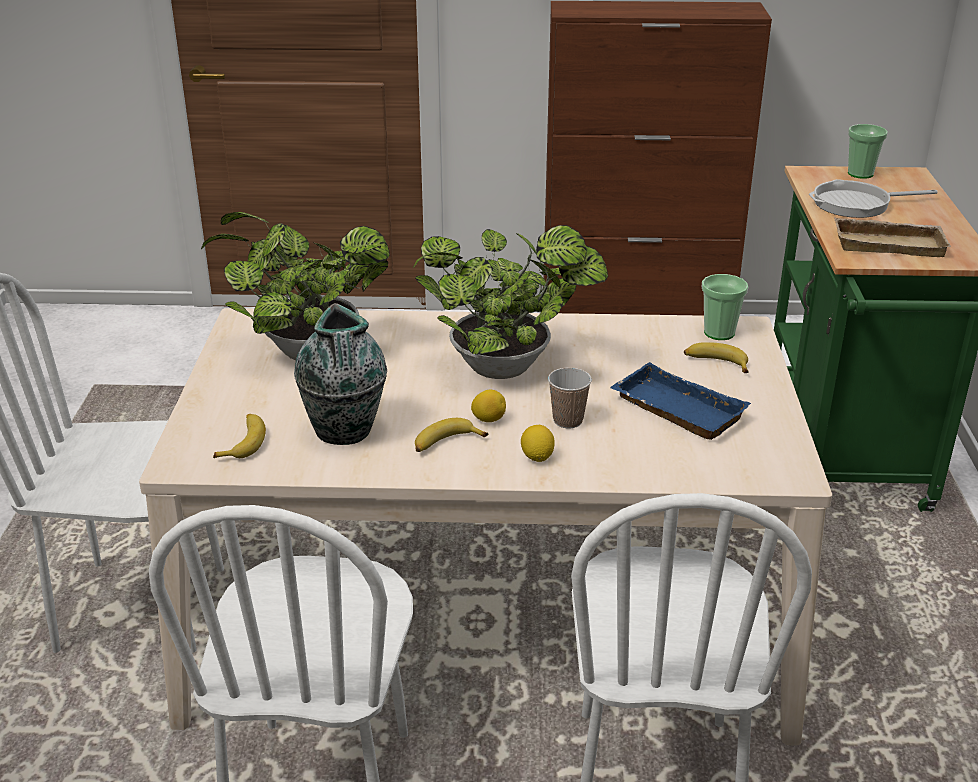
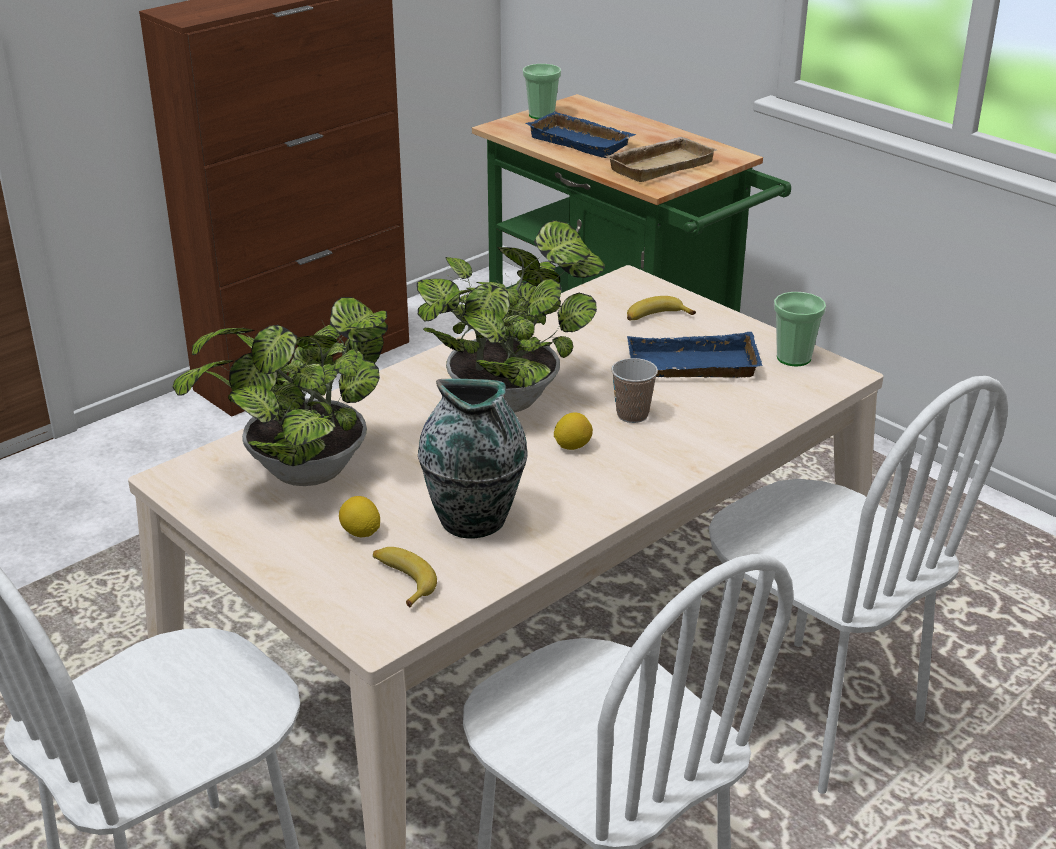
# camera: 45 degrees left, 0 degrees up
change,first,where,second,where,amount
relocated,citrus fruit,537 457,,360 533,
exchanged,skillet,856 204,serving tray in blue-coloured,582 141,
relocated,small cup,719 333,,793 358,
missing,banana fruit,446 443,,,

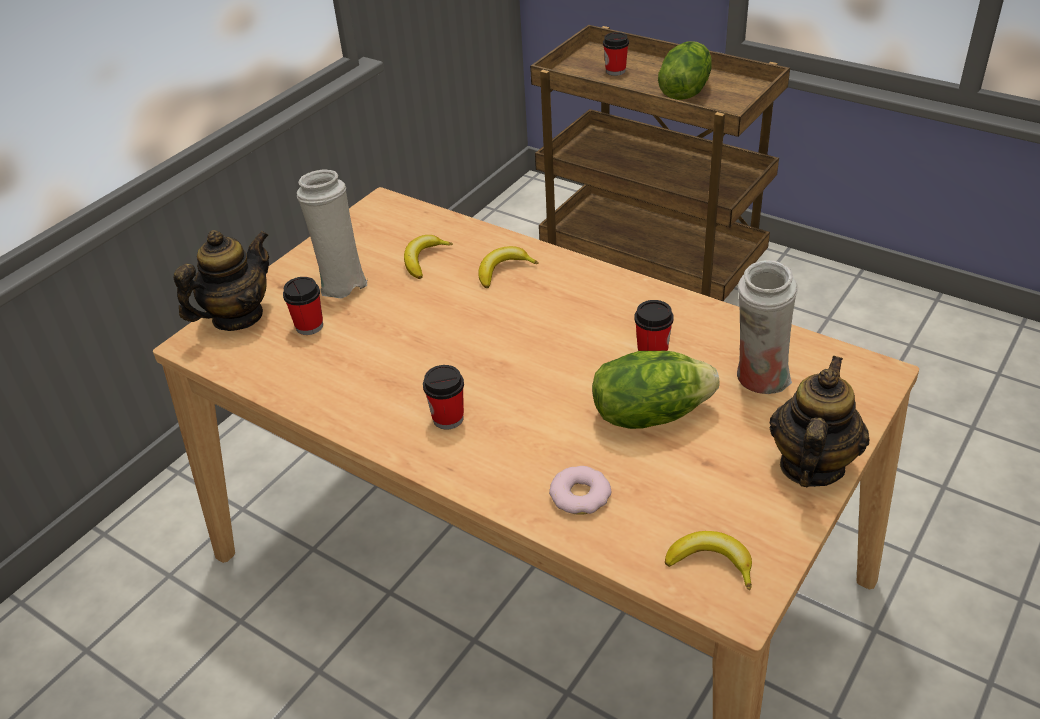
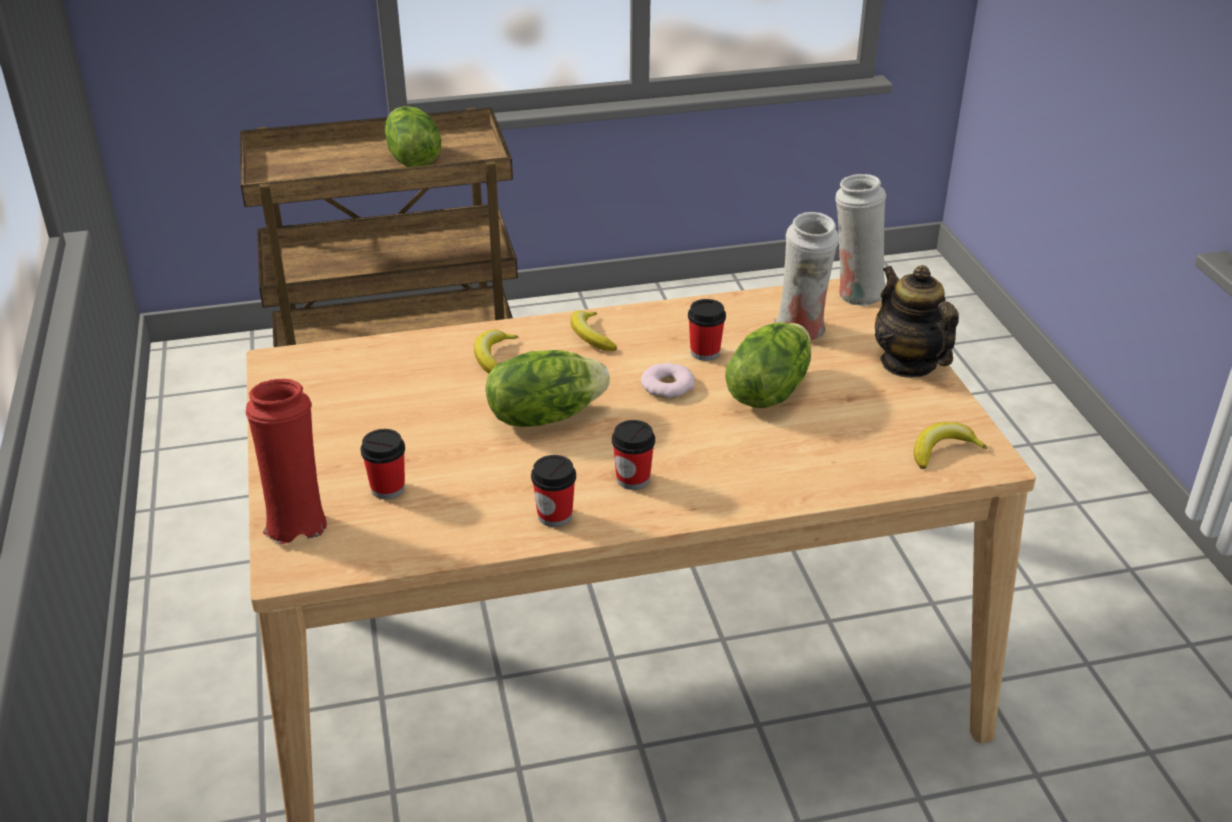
# camera: 50 degrees left, 5 degrees down
change,first,where,second,where,amount
exchanged,teapot,237 317,flower vase in red,296 522,
appeared,,,head of lettuce,544 415,
relocated,small cup,615 71,,555 516,
relocated,banana fruit,424 260,,591 336,
relocated,donut,580 495,,667 386,
relocated,flower vase in white-coloured,341 283,,855 293,

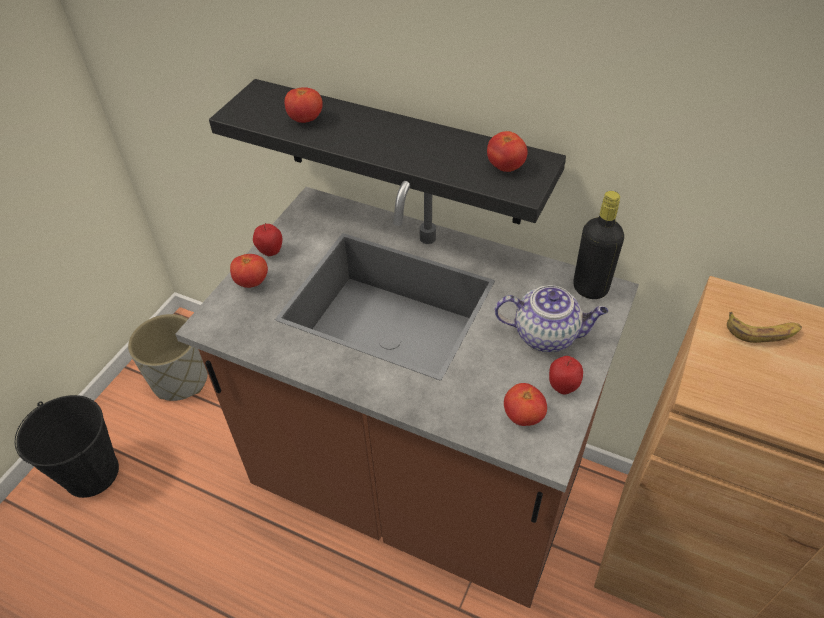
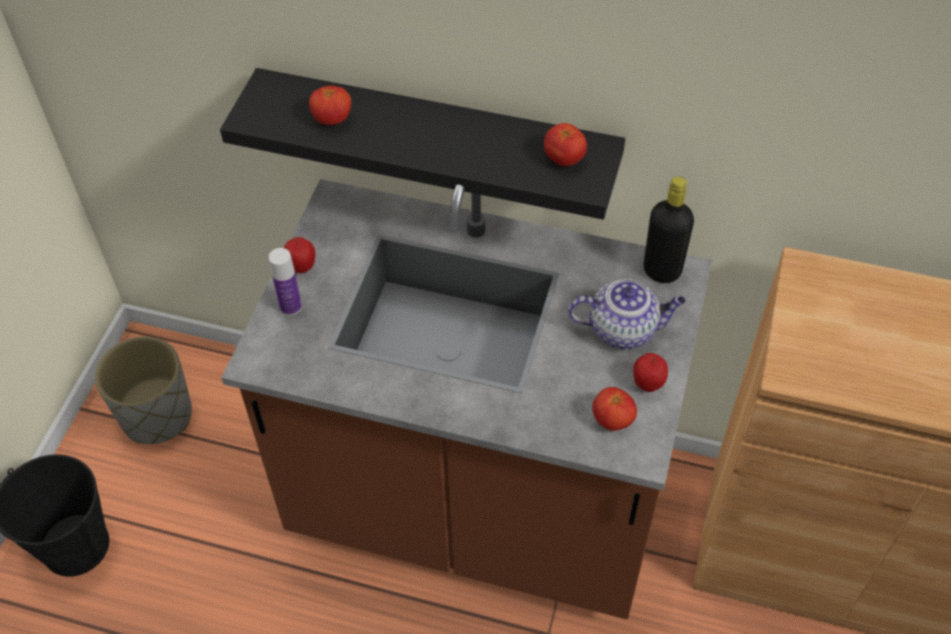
# camera: 10 degrees left, 5 degrees up
change,first,where,second,where,amount
exchanged,whole tomato,252 282,bottle,291 307,
missing,banana fruit,762 332,,,

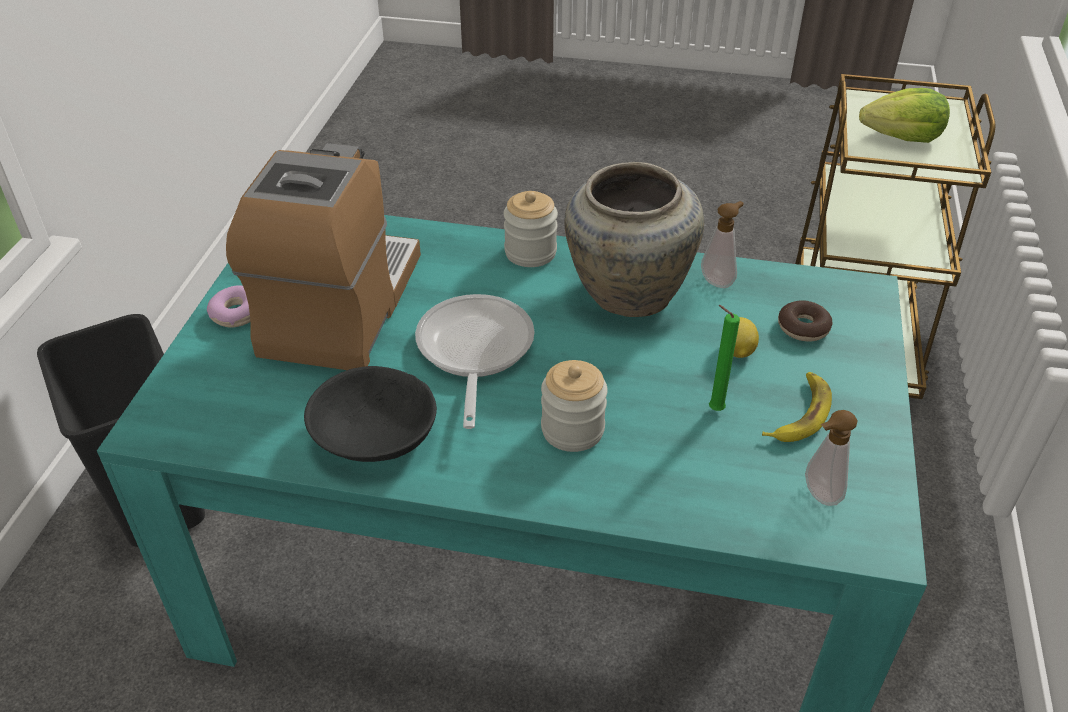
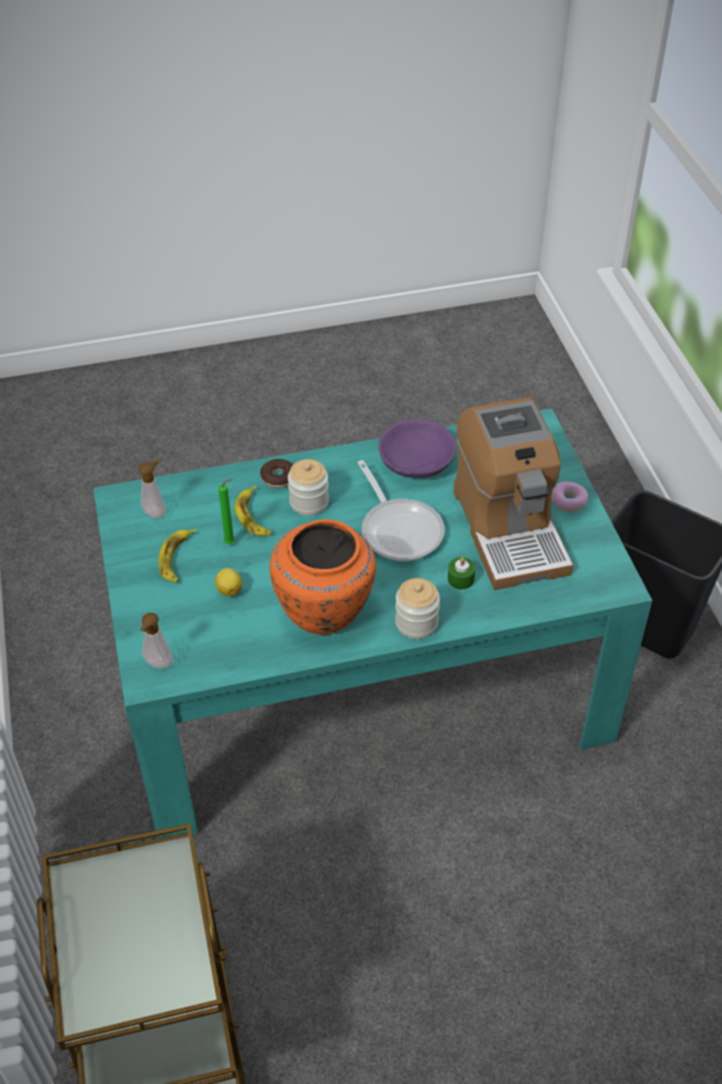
# camera: 155 degrees right, 5 degrees up
change,first,where,second,where,amount
relocated,liquid soap bottle,719 281,,157 665,
appeared,,,banana fruit,254 516,
relocated,donut,803 328,,278 478,
colour,flower vase in sand-coloured,626 293,flower vase in orange,326 611,
colour,serving bowl in black,374 435,serving bowl in purplish,417 462,
appeared,,,candle in green,460 579,
missing,head of lettuce,902 138,,,

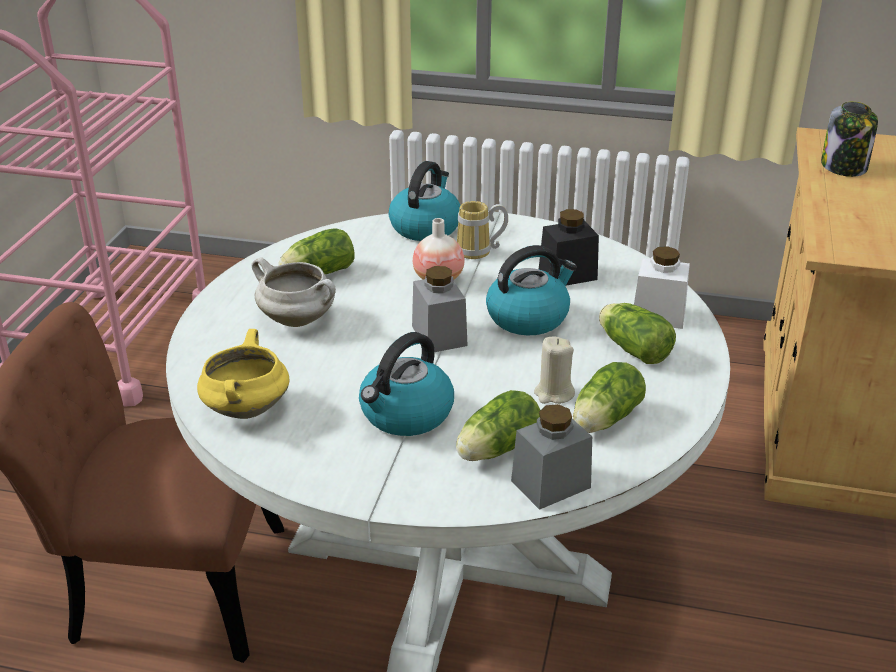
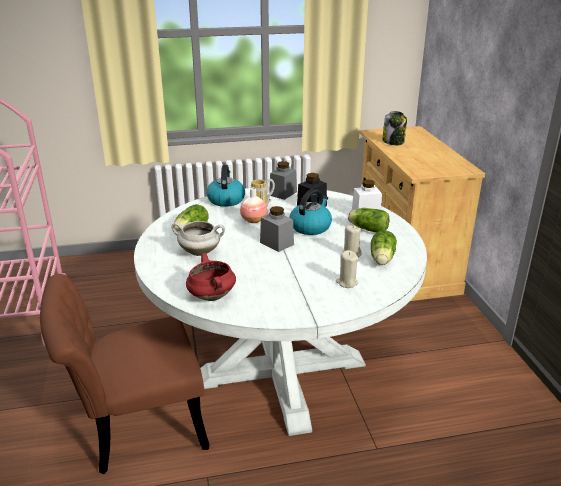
# camera: 25 degrees left, 5 degrees down
change,first,where,second,where,amount
colour,cooking pot in yellowish,246 408,cooking pot in red,211 296,
relocated,preserve jar in gray,550 484,,283 193,
exchanged,head of lettuce,495 449,candle in sand-coloured,347 282,
missing,tea kettle,406 414,,,

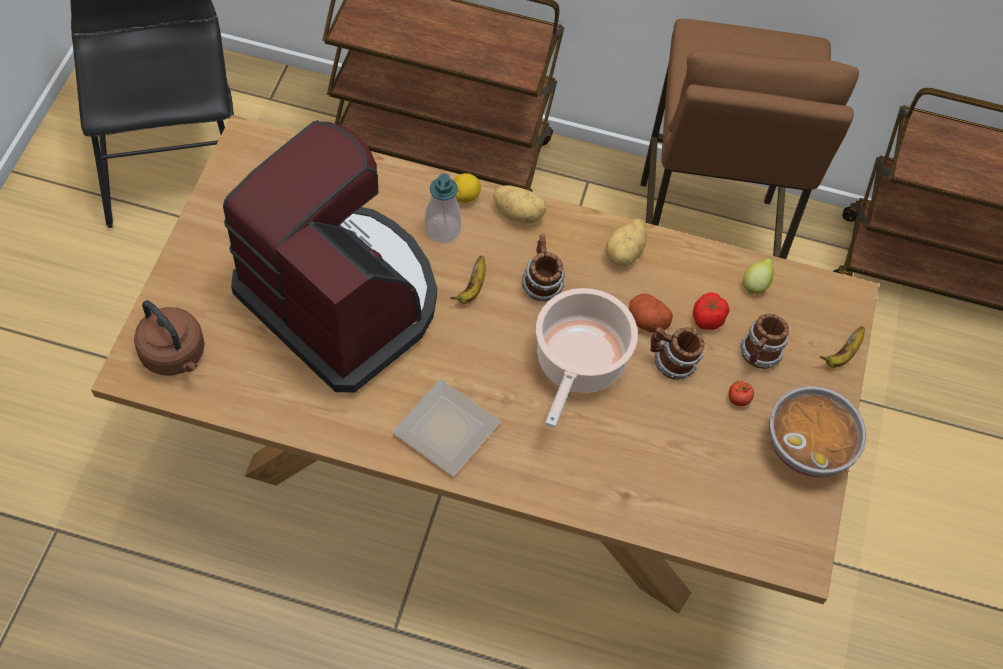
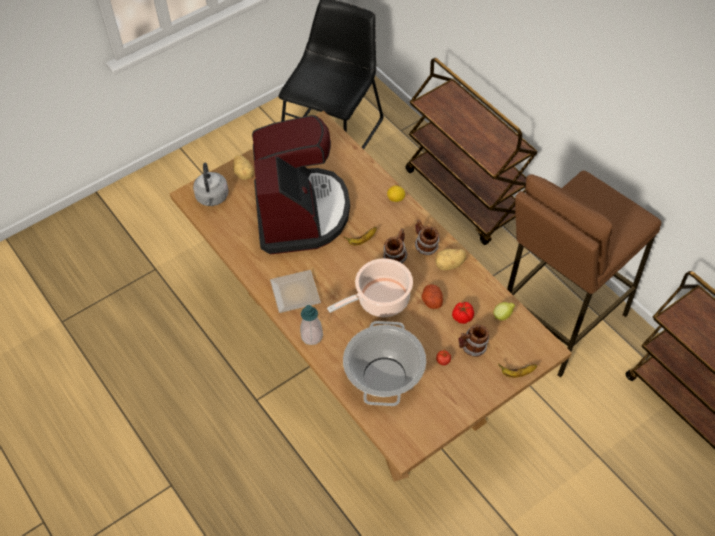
# camera: 45 degrees right, 5 degrees down
change,first,where,second,where,amount
colour,tea kettle in brownish,175 355,tea kettle in gray,212 198,
relocated,potato,519 213,,244 173,
relocated,liquid soap bottle,442 229,,312 336,
appeared,,,cooking pot,384 376,
relocated,coffee mug,671 364,,425 246,
missing,serving bowl,808 446,,,

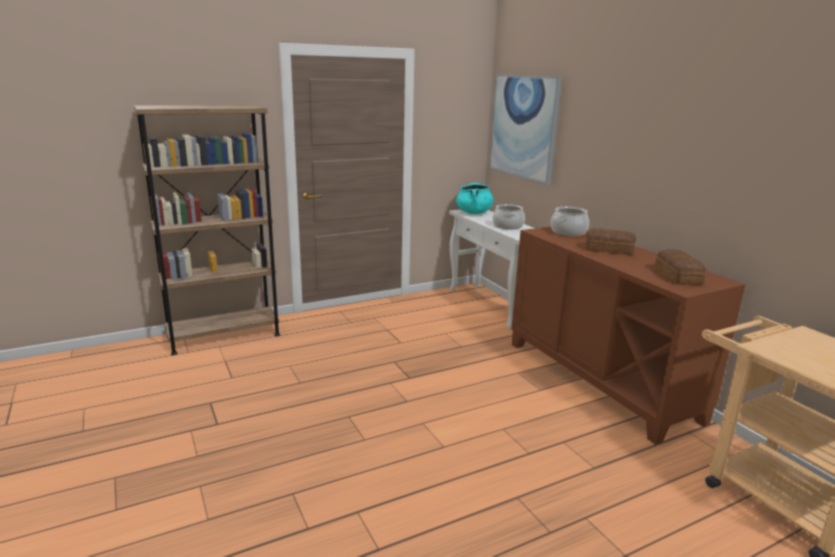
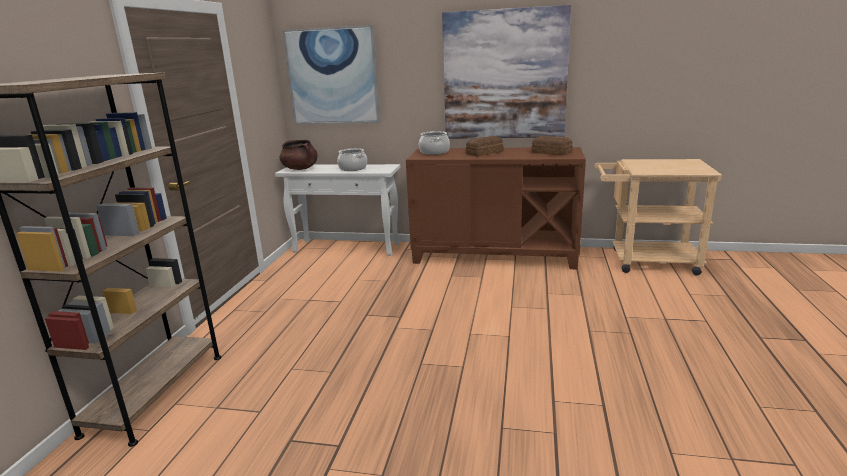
# camera: 50 degrees left, 0 degrees up
change,first,where,second,where,amount
colour,cooking pot in blue-green,474 213,cooking pot in brownish,300 169,
appeared,,,wall art,504 75,

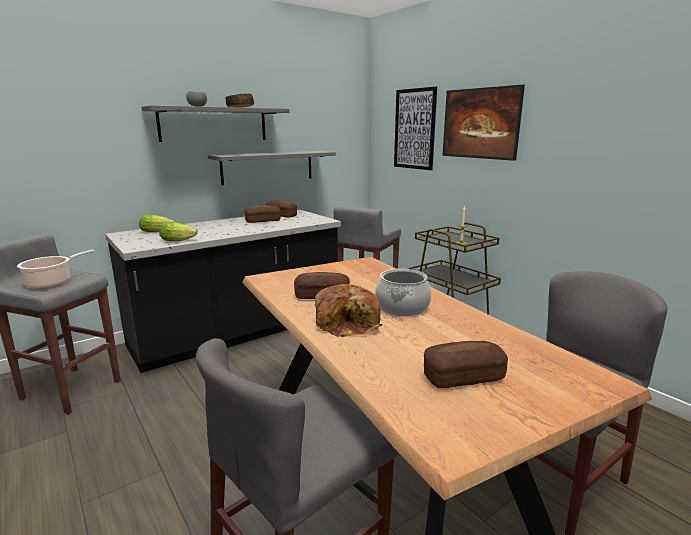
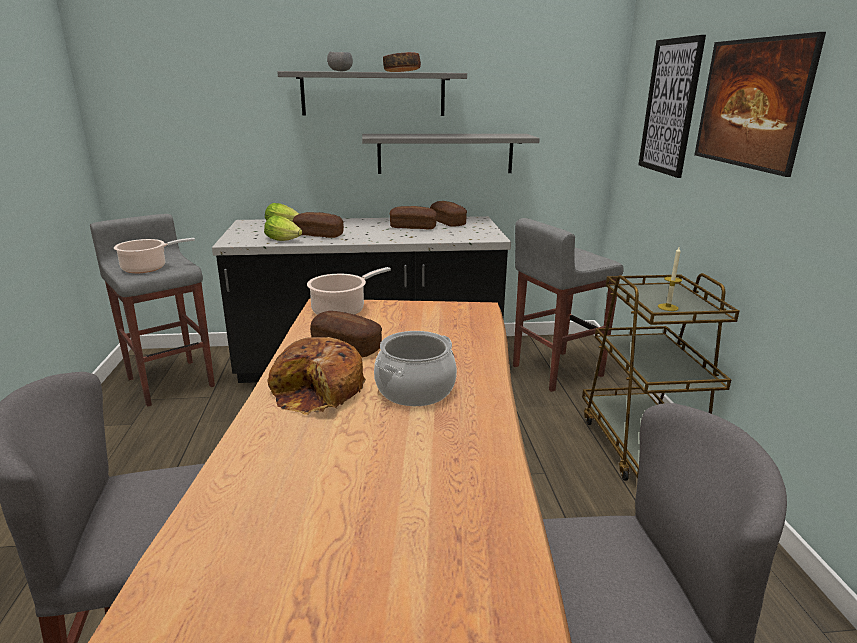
# camera: 30 degrees right, 5 degrees up
change,first,where,second,where,amount
relocated,baked bread,463 377,,318 235,
appeared,,,cooking pot,341 310,

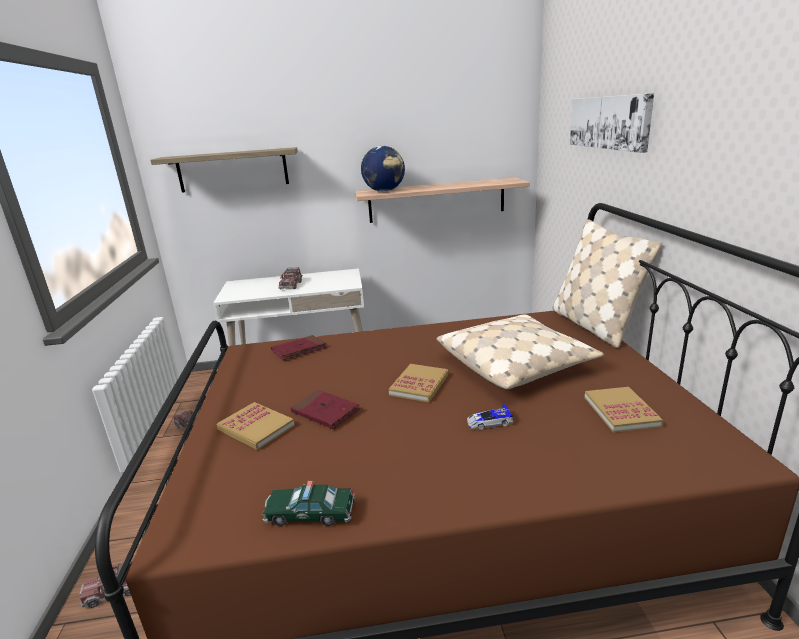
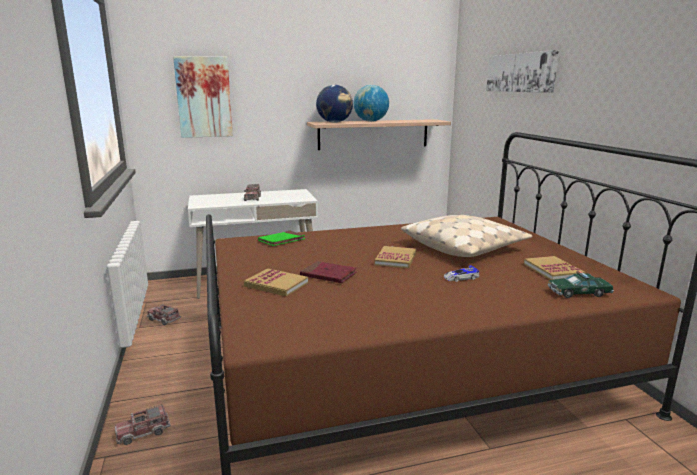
# camera: 10 degrees left, 5 degrees down
change,first,where,second,where,amount
exchanged,wall shelf,232 170,wall art,204 97,
colour,book in red,299 350,book in green,282 240,
appeared,,,globe,370 121,
relocated,model car,310 514,,579 293,
missing,throw pillow in sand-coloured,593 325,,,

